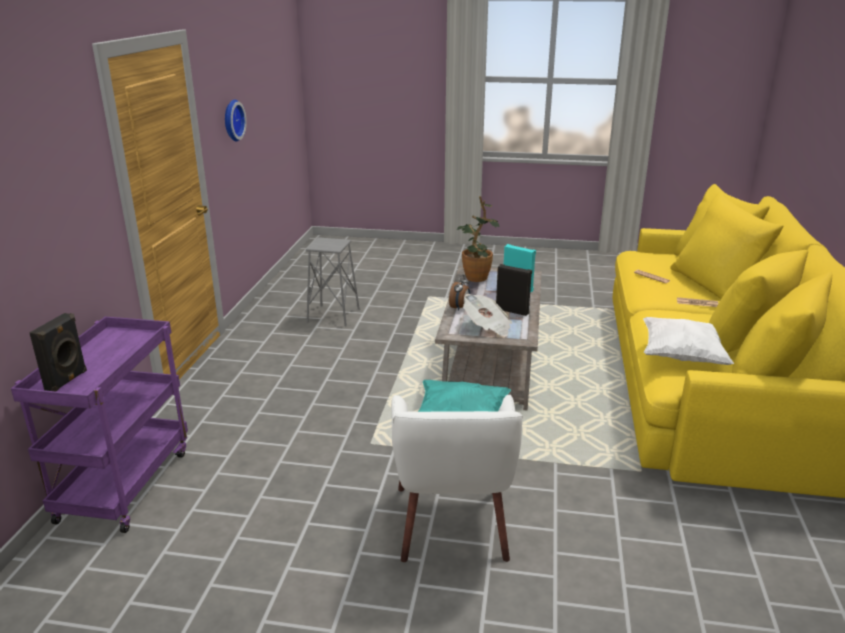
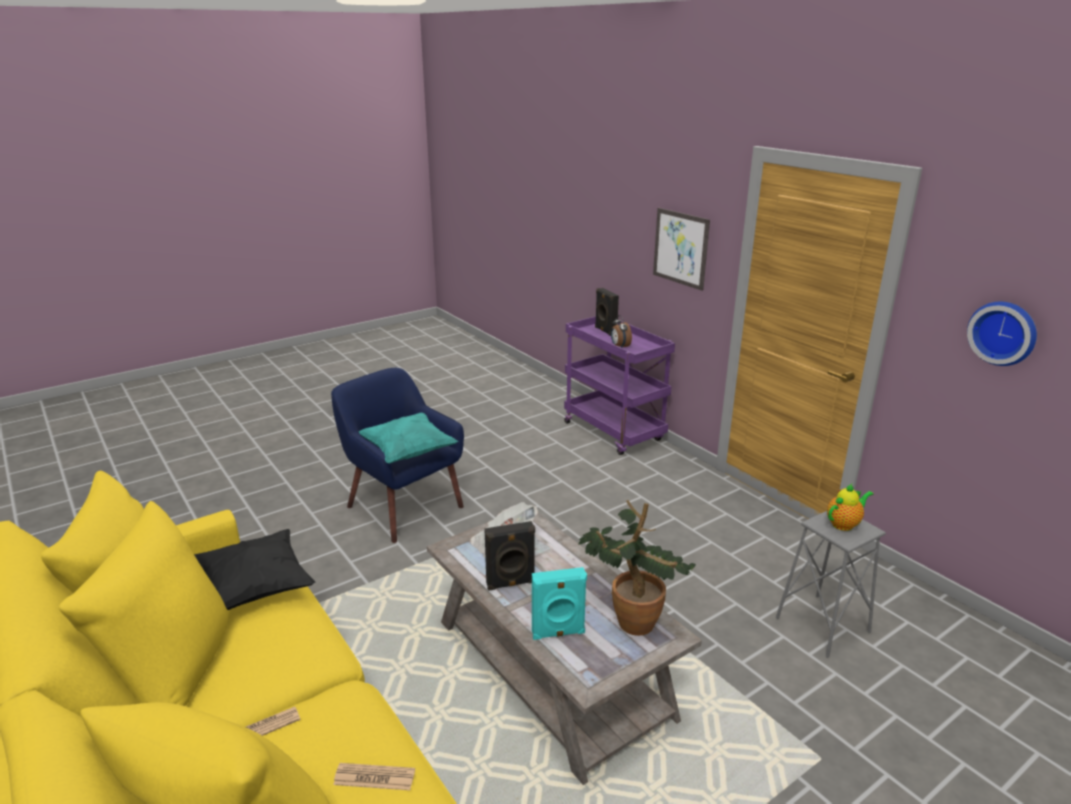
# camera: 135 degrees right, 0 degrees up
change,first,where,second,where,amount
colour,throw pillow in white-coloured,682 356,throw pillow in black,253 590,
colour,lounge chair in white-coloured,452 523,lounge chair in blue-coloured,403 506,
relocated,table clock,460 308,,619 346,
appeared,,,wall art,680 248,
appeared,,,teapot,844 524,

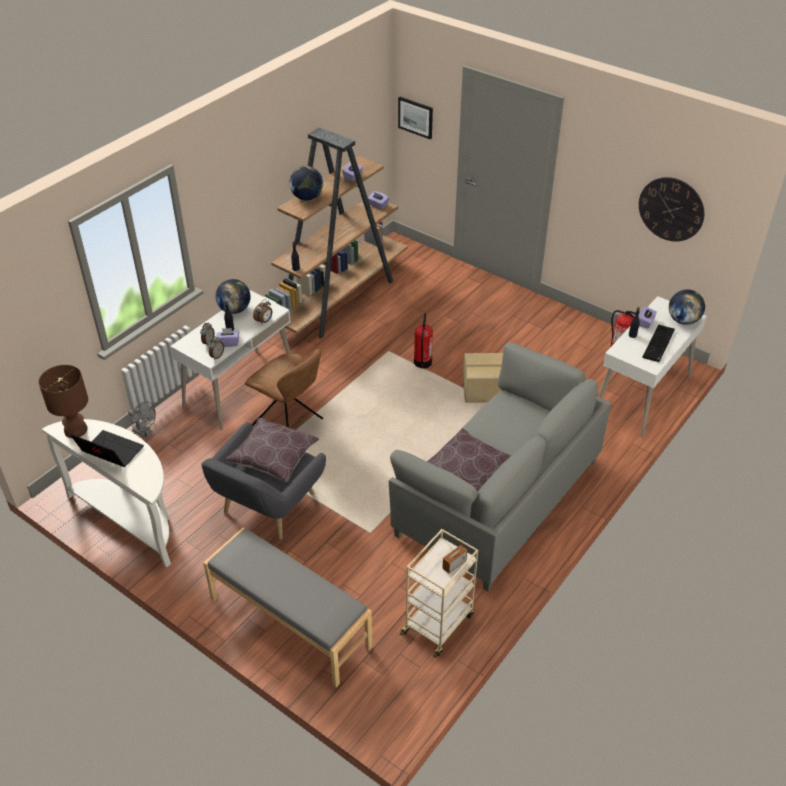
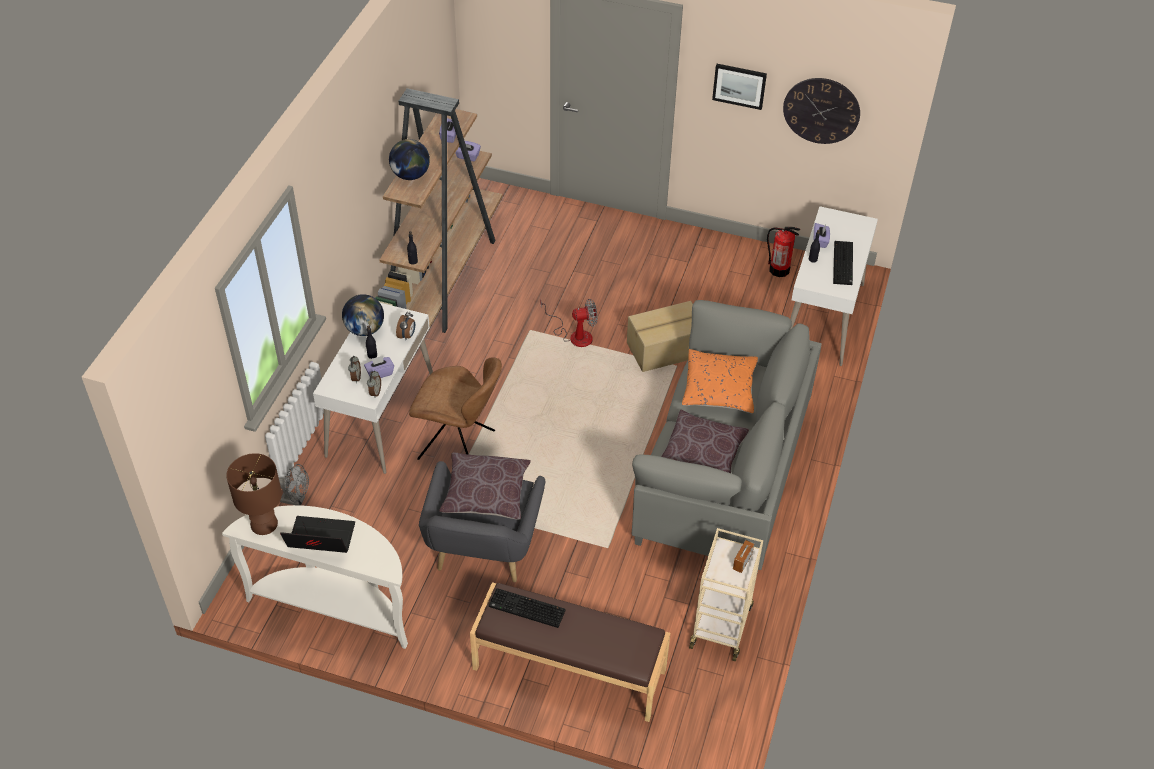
# camera: 20 degrees left, 5 degrees up
change,first,where,second,where,amount
colour,indoor bench in gray,289 623,indoor bench in brownish,569 670,
appeared,,,PC keyboard,525 609,
exchanged,fire extinguisher,422 362,electric fan,574 335,
appeared,,,throw pillow in orange,719 389,
relocated,wall art,415 117,,739 85,
missing,globe,683 320,,,

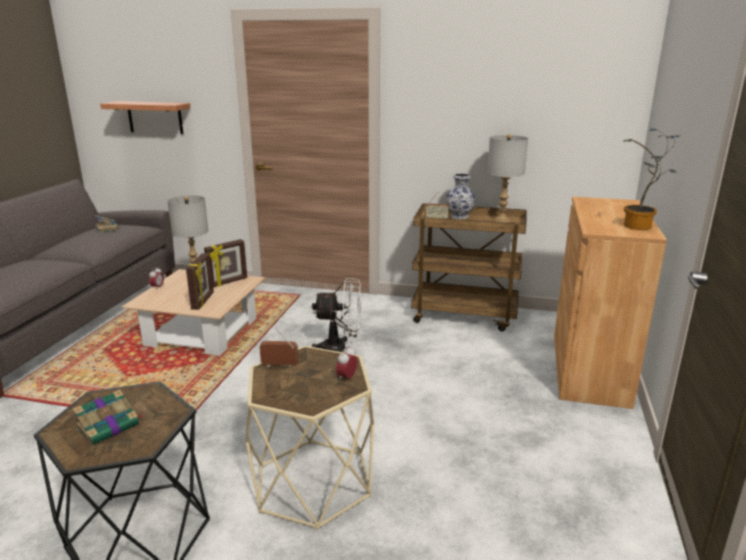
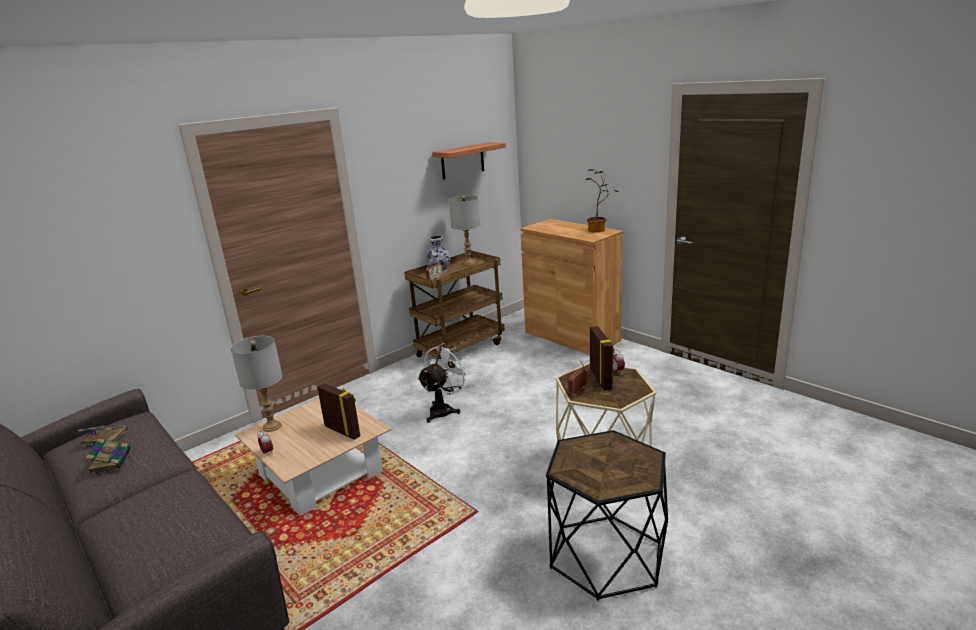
# camera: 55 degrees left, 0 degrees up
change,first,where,second,where,amount
relocated,book,109 426,,110 461,
relocated,wall shelf,155 117,,462 161,
relocated,standing frame,228 282,,601 379,

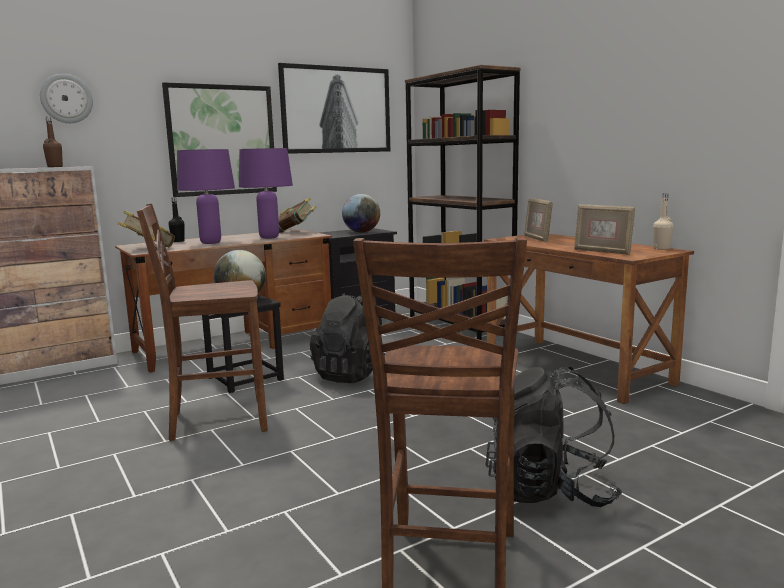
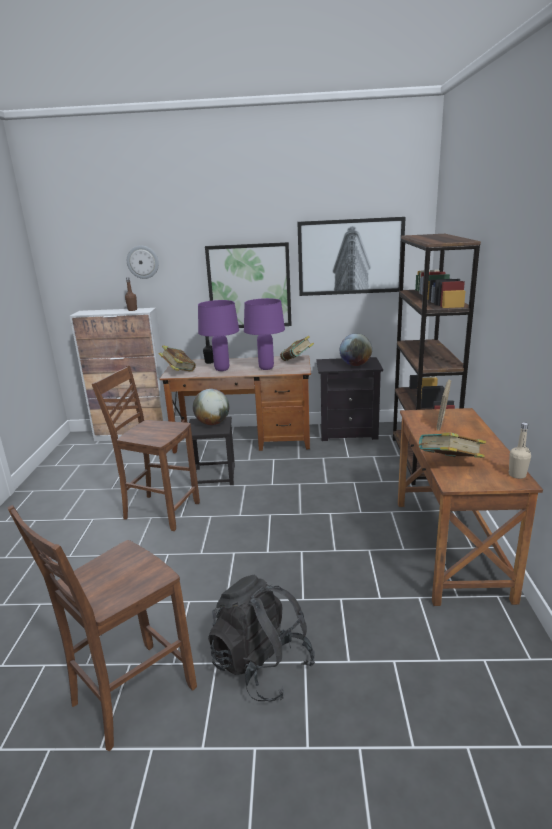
# camera: 35 degrees right, 10 degrees up
change,first,where,second,where,amount
exchanged,standing frame,602 251,book,449 465,
missing,rucksack in black,352 374,,,

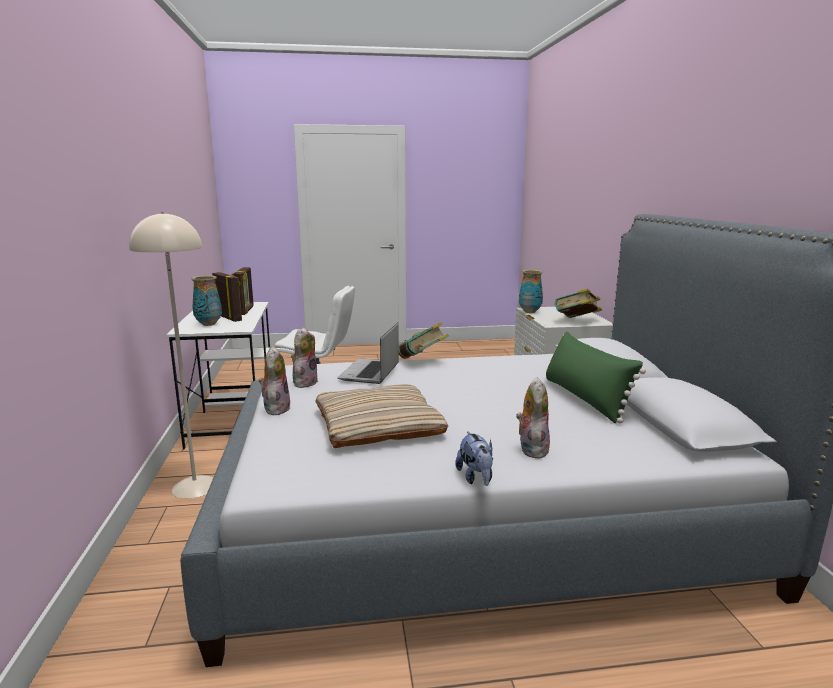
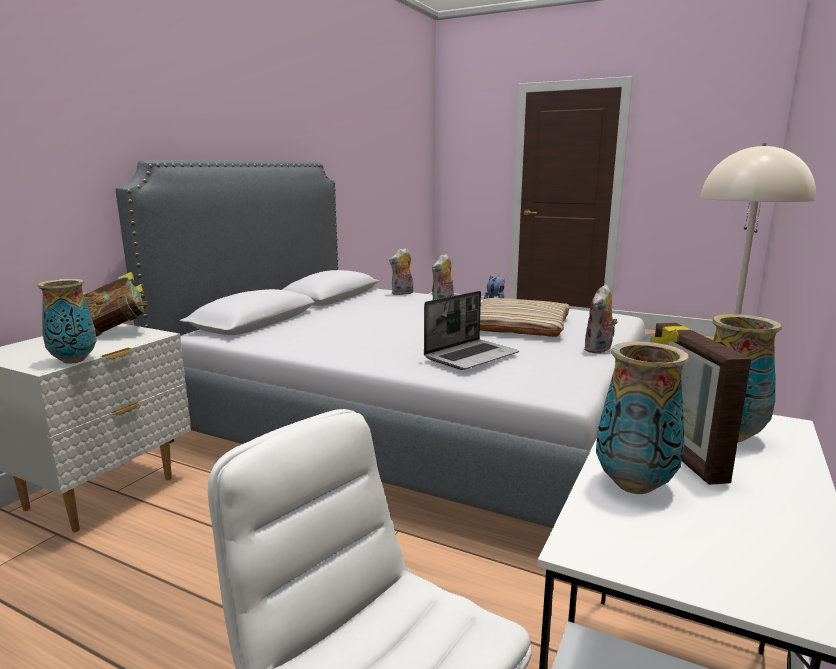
# camera: 145 degrees left, 0 degrees up
change,first,where,second,where,amount
relocated,soft toy,304 382,,402 293,
exchanged,standing frame,246 311,flower vase,634 486,
missing,book,422 361,,,
missing,throw pillow in green,585 399,,,

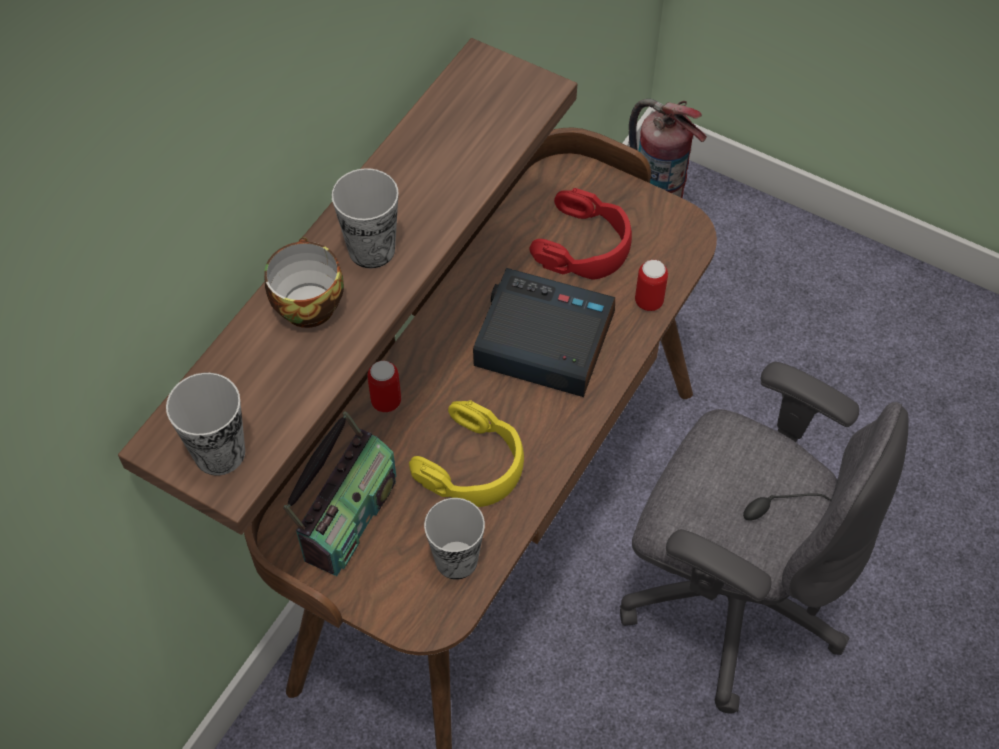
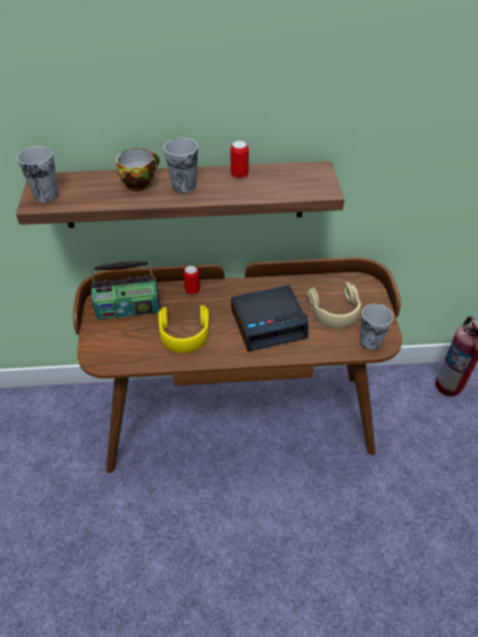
# camera: 55 degrees right, 10 degrees down
change,first,where,second,where,amount
relocated,can,648 302,,239 175,
spun,table clock,542 341,,269 323,90 degrees clockwise
colour,headset in red,584 245,headset in sand-coloured,334 310,
relocated,small cup,456 560,,370 341,
missing,computer chair in gray,730 599,,,

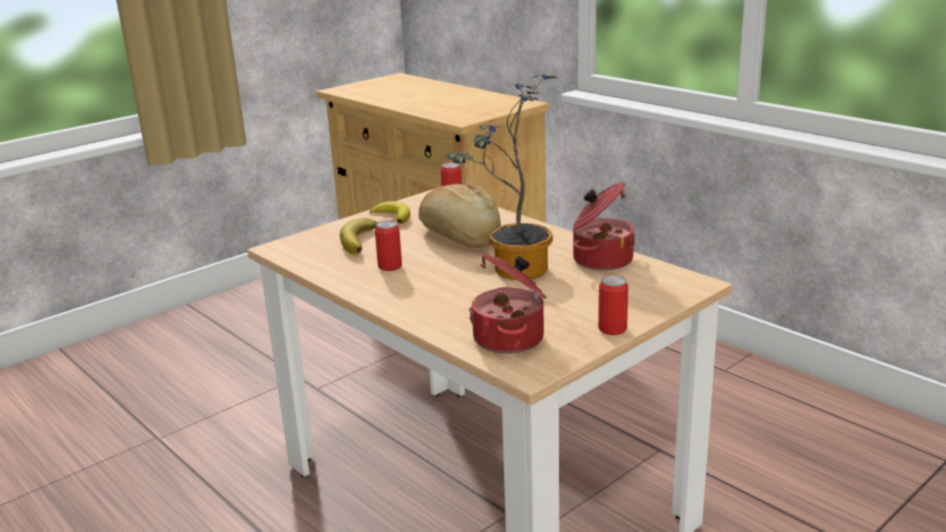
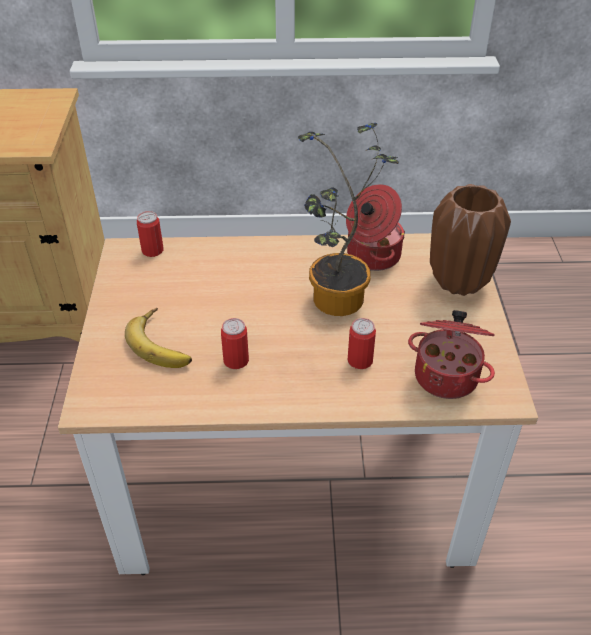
# camera: 50 degrees left, 20 degrees up
change,first,where,second,where,amount
relocated,can,612 329,,360 360,
appeared,,,flower vase in brownish,458 281,
missing,banana fruit,393 216,,,
missing,baked bread,460 237,,,

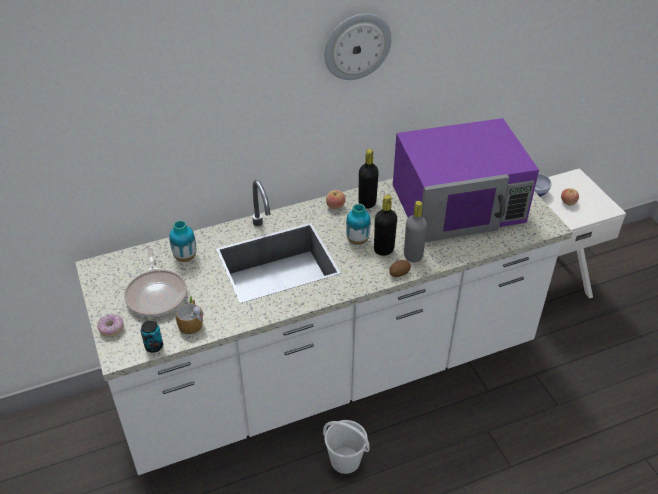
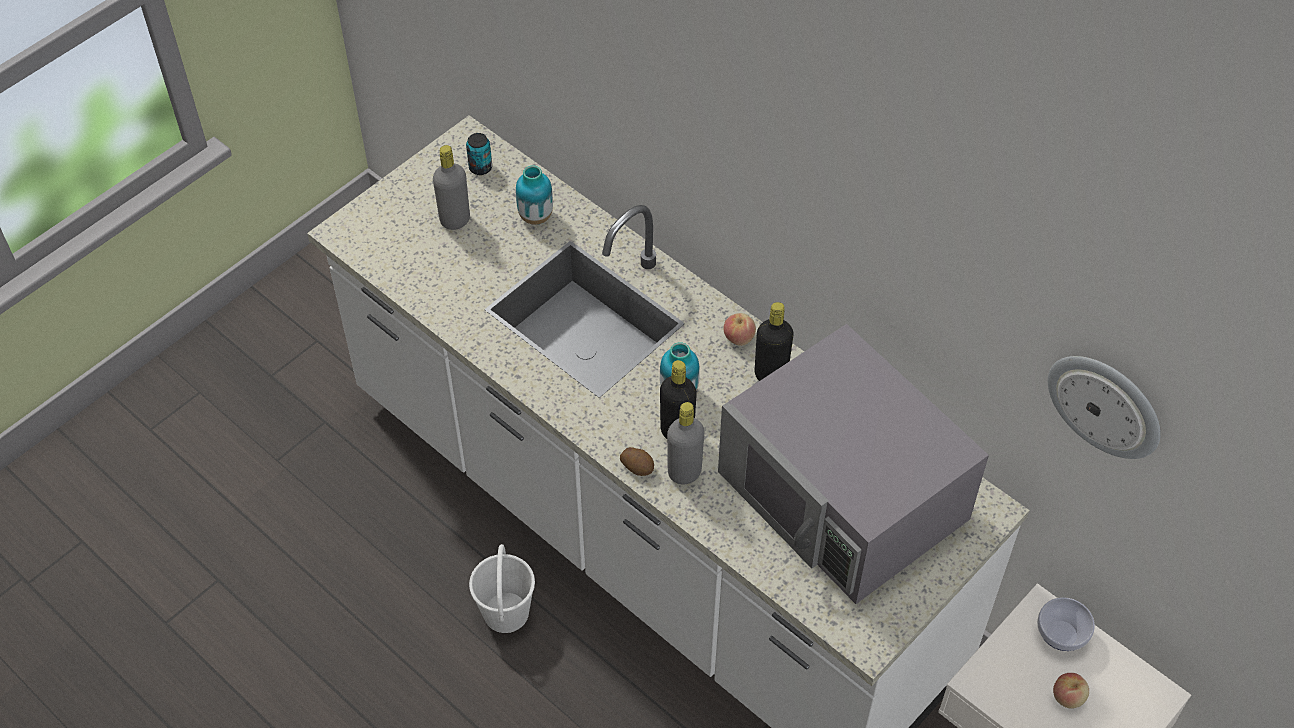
# camera: 65 degrees right, 10 degrees up
change,first,where,second,where,amount
exchanged,skillet,157 294,bottle in gray,455 220,
relocated,can,154 346,,480 168,
colour,microwave oven in purplish,459 204,microwave oven in gray,844 496,
relocated,clock on the wall,357 46,,1105 404,
missing,donut,111 329,,,
missing,coffee mug,192 322,,,

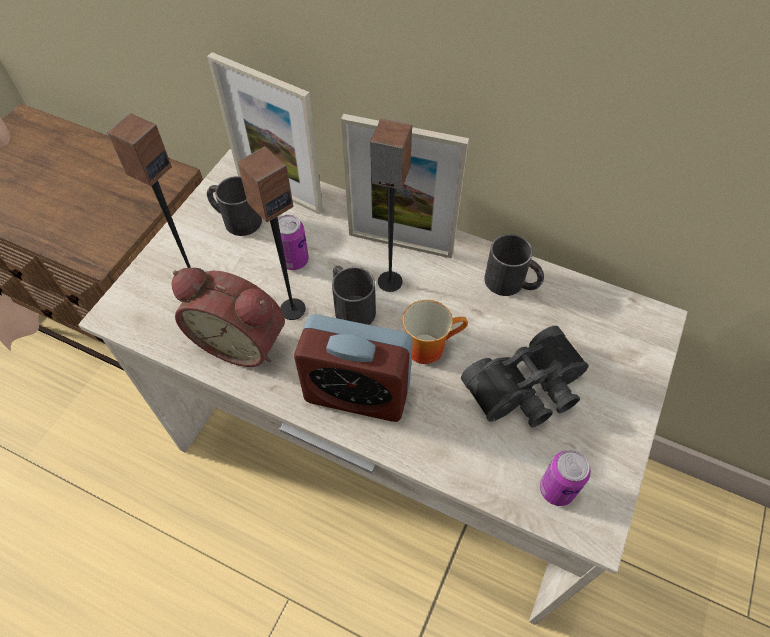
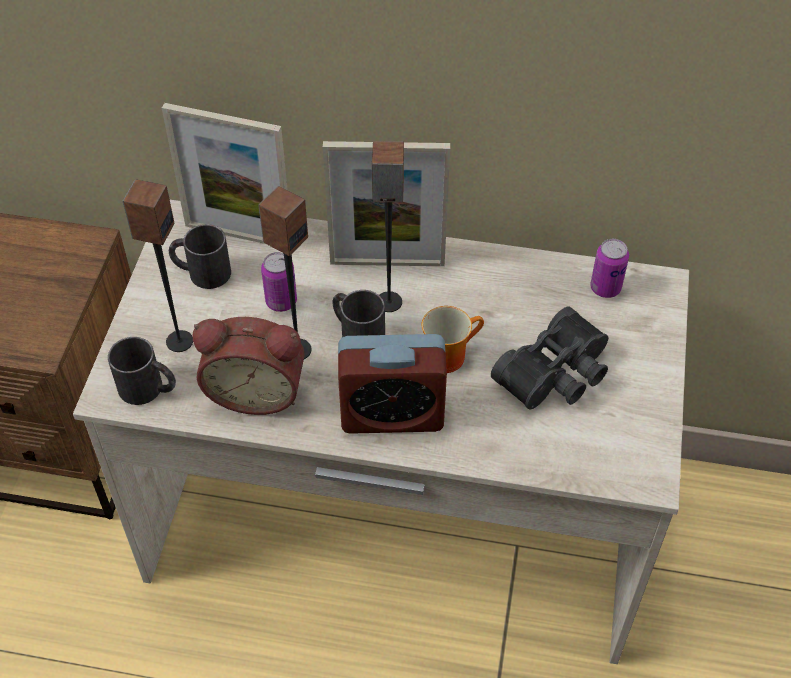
# camera: 15 degrees left, 5 degrees down
change,first,where,second,where,amount
relocated,coffee mug in black,512 283,,149 389,
relocated,can,556 489,,605 288,

